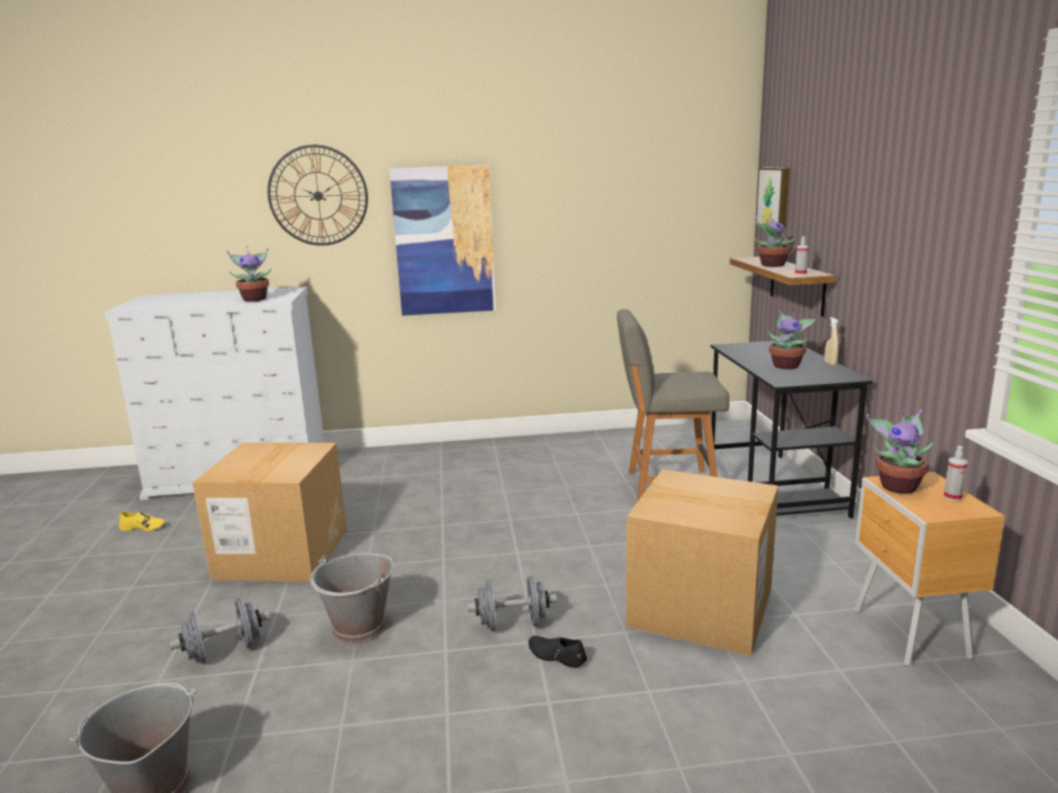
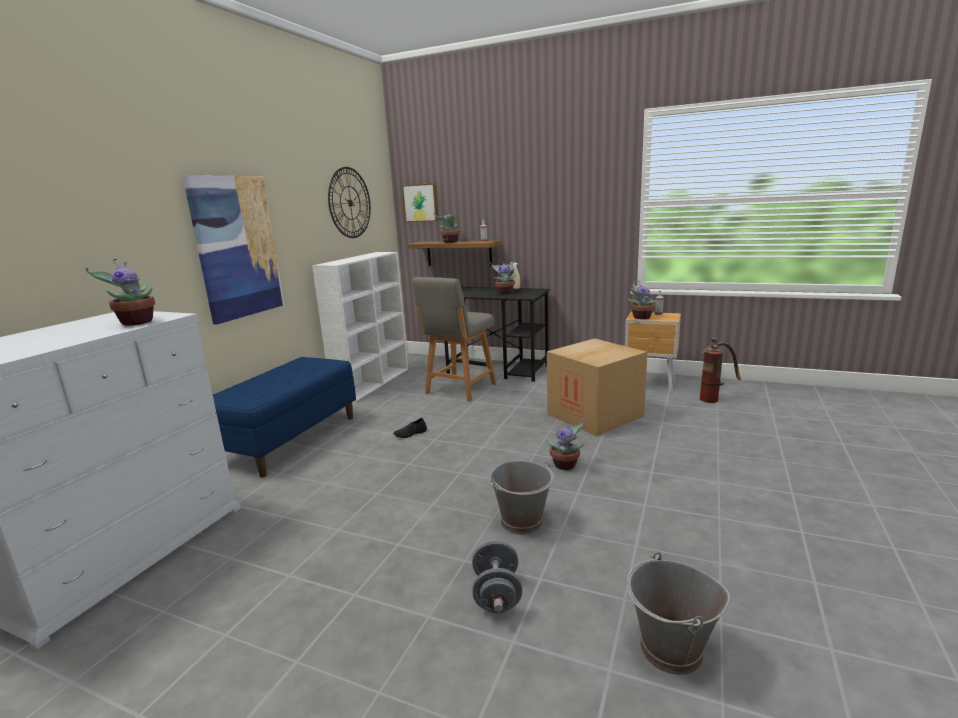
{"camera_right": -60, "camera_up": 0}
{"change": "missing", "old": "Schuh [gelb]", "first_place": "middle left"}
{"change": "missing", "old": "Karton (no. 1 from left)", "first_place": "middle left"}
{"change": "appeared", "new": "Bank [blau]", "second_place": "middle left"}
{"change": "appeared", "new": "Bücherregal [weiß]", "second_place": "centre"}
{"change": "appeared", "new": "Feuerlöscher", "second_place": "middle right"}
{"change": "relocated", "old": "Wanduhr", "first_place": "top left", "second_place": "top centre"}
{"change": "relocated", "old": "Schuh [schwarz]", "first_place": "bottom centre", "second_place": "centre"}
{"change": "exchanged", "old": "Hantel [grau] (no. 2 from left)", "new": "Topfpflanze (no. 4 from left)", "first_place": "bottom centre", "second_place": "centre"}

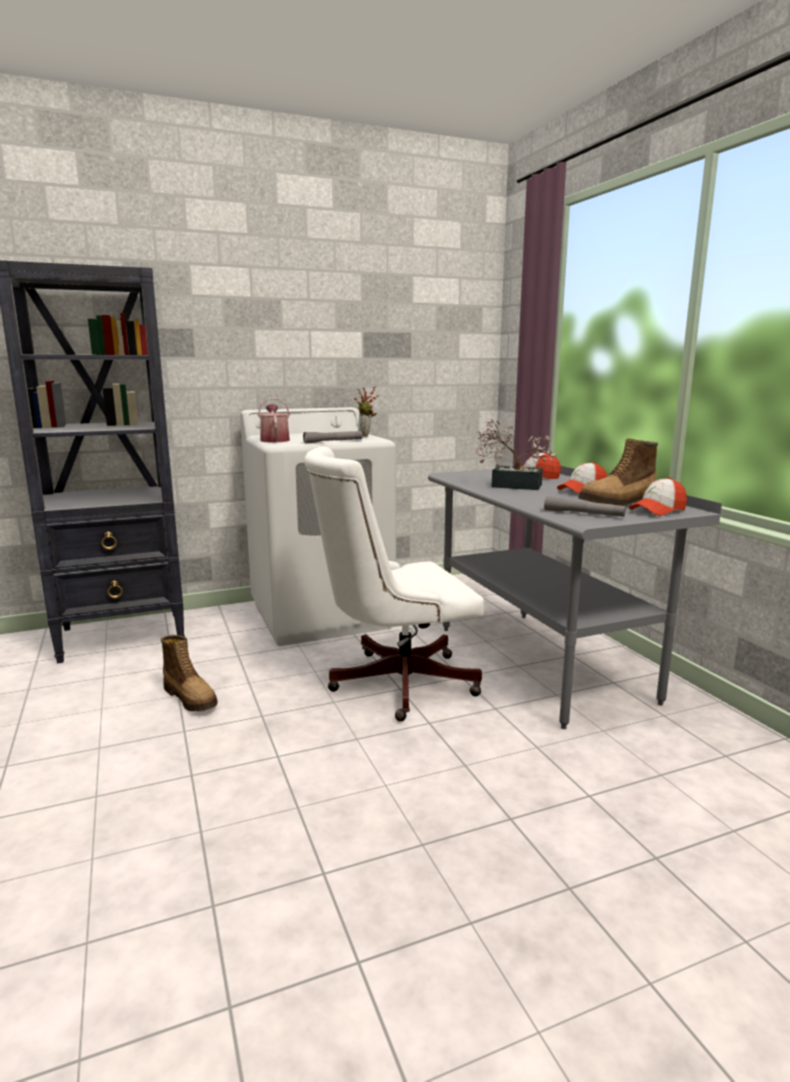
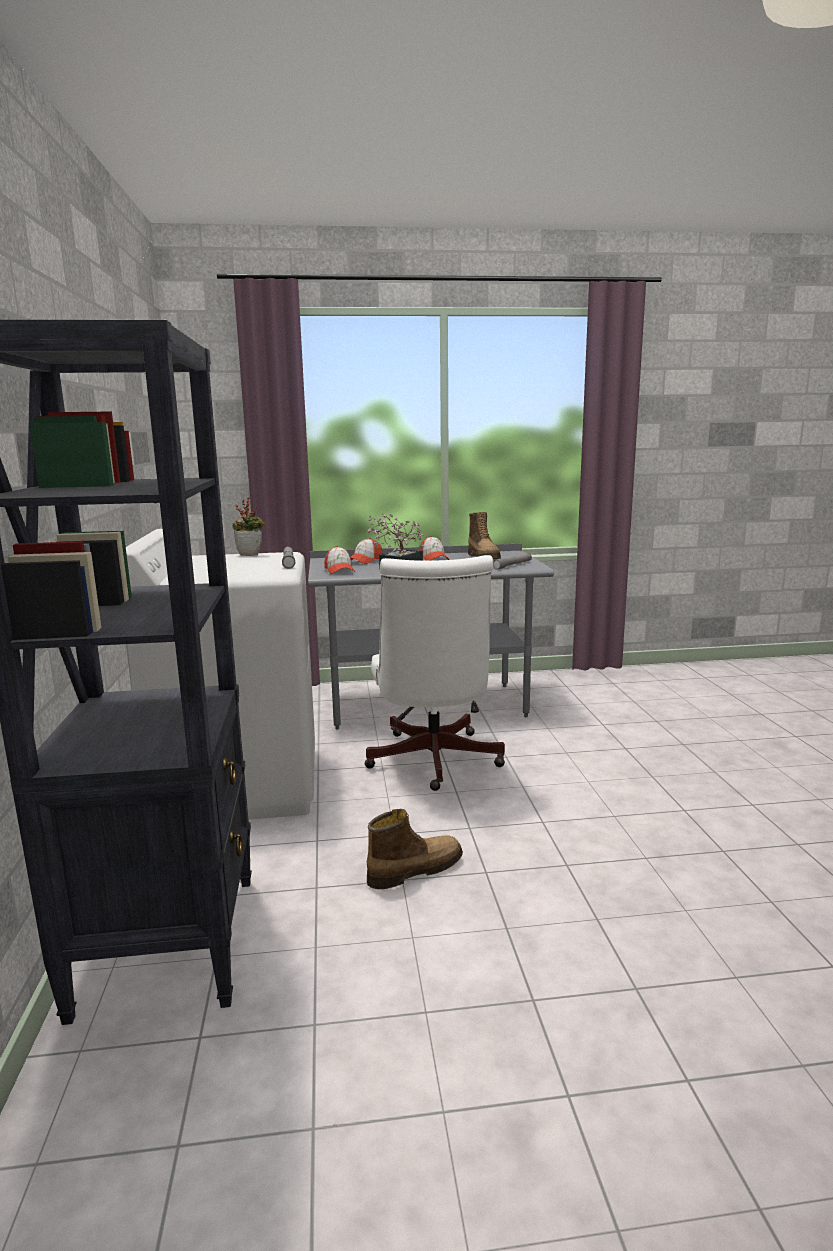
{"camera_right": -75, "camera_up": 0}
{"change": "missing", "old": "Gießkanne", "first_place": "centre"}
{"change": "relocated", "old": "Kappe (no. 3 from left in the first image)", "new": "Kappe (no. 1 from left)", "first_place": "middle right", "second_place": "centre"}

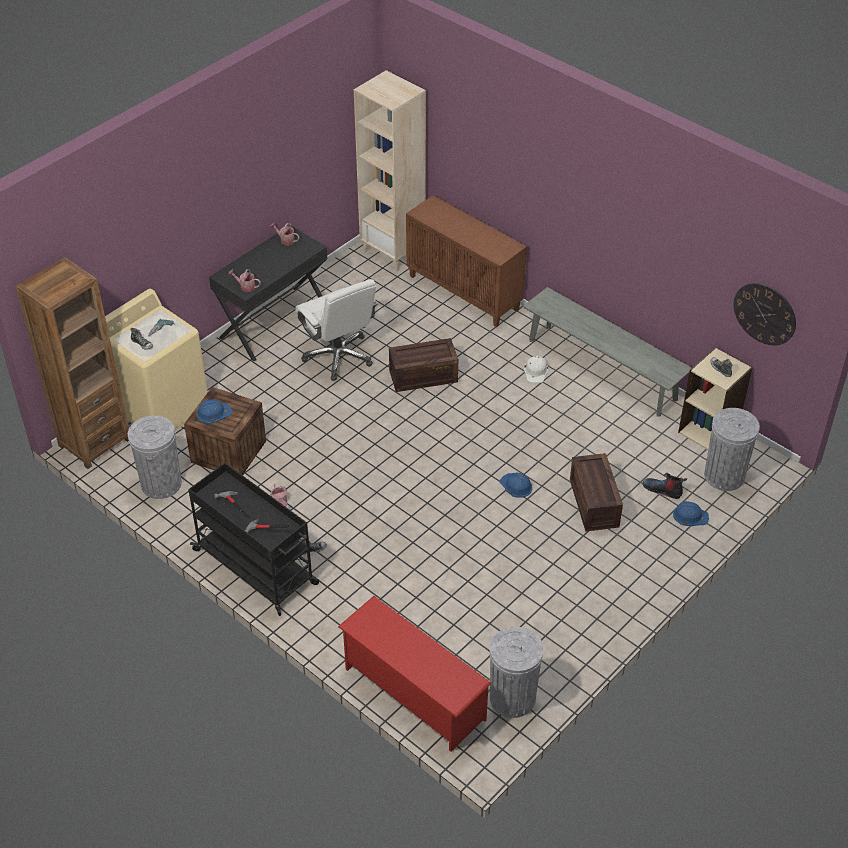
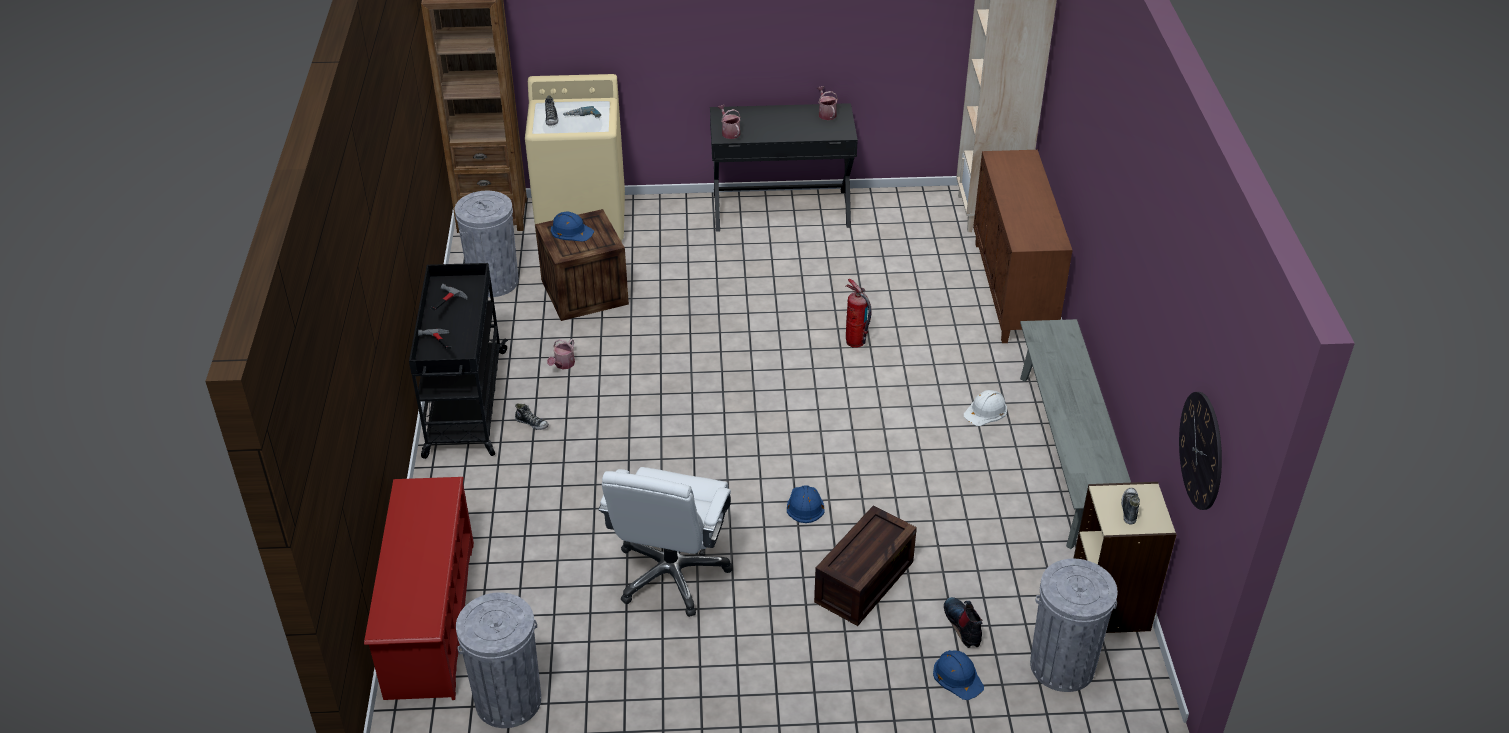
{"camera_right": 45, "camera_up": -5}
{"change": "relocated", "old": "Bürostuhl [weiß]", "first_place": "centre", "second_place": "bottom centre"}
{"change": "exchanged", "old": "Kiste (no. 2 from left)", "new": "Feuerlöscher", "first_place": "centre", "second_place": "centre"}

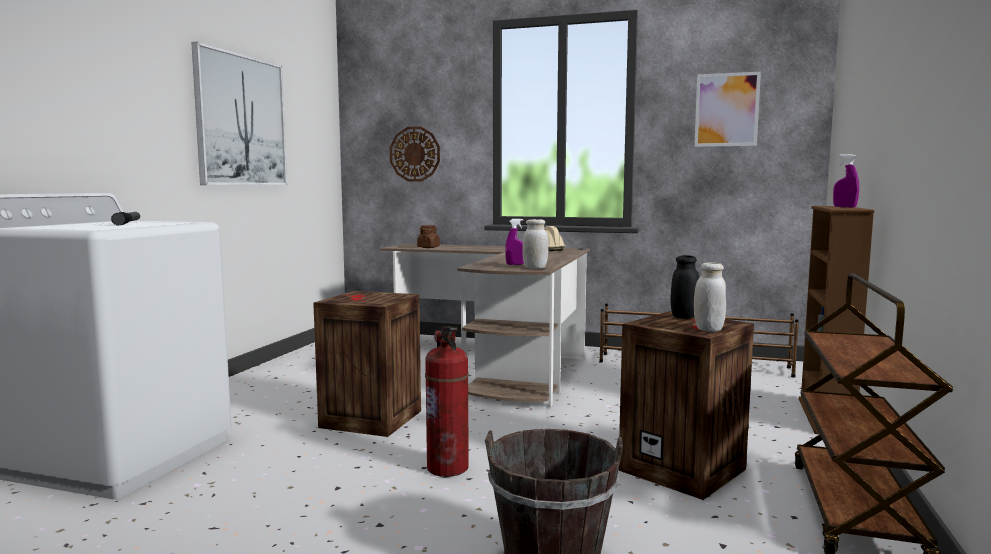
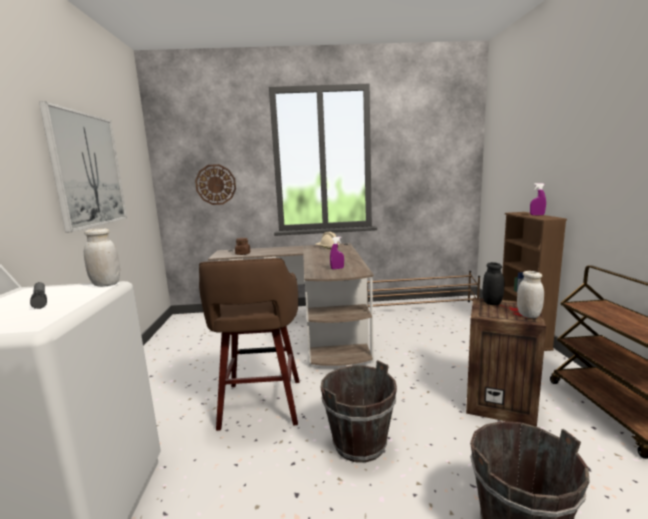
{"camera_right": -20, "camera_up": 5}
{"change": "missing", "old": "Bild (no. 2 from left)", "first_place": "top right"}
{"change": "relocated", "old": "Vorratsglas [weiß] (no. 1 from left)", "first_place": "centre", "second_place": "middle left"}
{"change": "exchanged", "old": "Kiste (no. 1 from left)", "new": "Hocker [braun]", "first_place": "centre", "second_place": "centre"}
{"change": "exchanged", "old": "Feuerlöscher", "new": "Eimer [braun] (no. 1 from left)", "first_place": "bottom centre", "second_place": "bottom centre"}

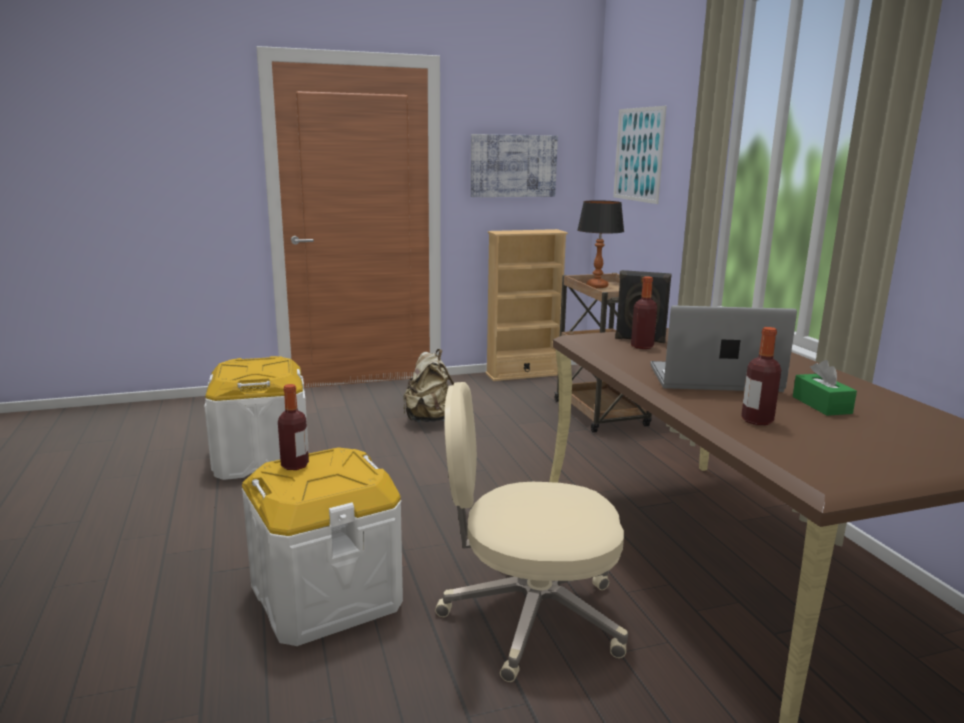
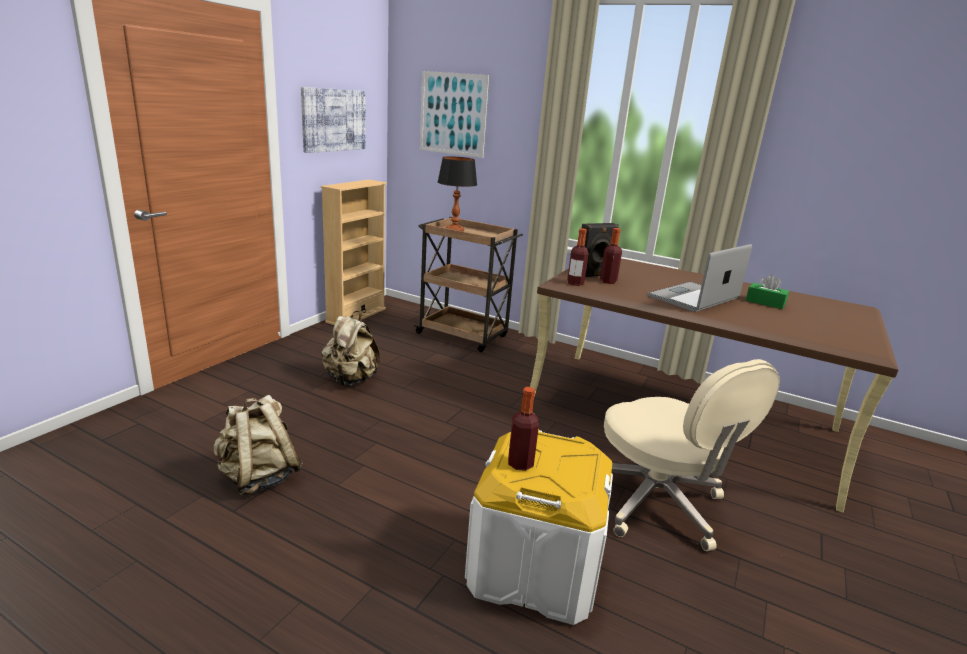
{"camera_right": -45, "camera_up": 5}
{"change": "relocated", "old": "Flasche (no. 3 from left in the first image)", "new": "Flasche (no. 2 from left)", "first_place": "middle right", "second_place": "centre"}
{"change": "exchanged", "old": "Aufbewahrungsbox [weiß] (no. 1 from left)", "new": "Rucksack [beige] (no. 1 from left)", "first_place": "middle left", "second_place": "bottom left"}
{"change": "spun", "old": "Bürostuhl [beige]", "first_place": "bottom centre", "second_place": "bottom right", "degrees": -75}

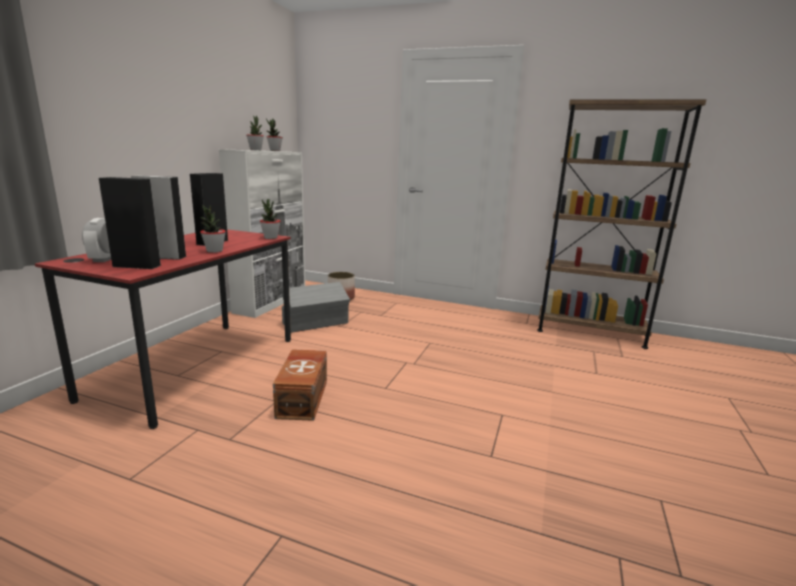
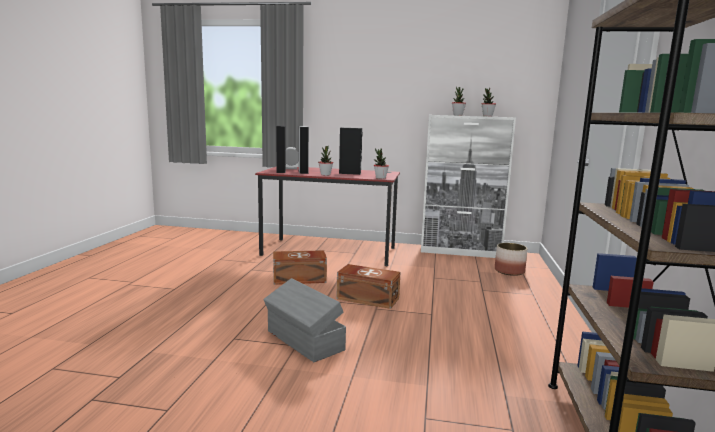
{"camera_right": 80, "camera_up": -5}
{"change": "appeared", "new": "Aufbewahrungsbox [braun] (no. 2 from left)", "second_place": "centre"}
{"change": "relocated", "old": "Aufbewahrungsbox [grau]", "first_place": "centre", "second_place": "bottom centre"}

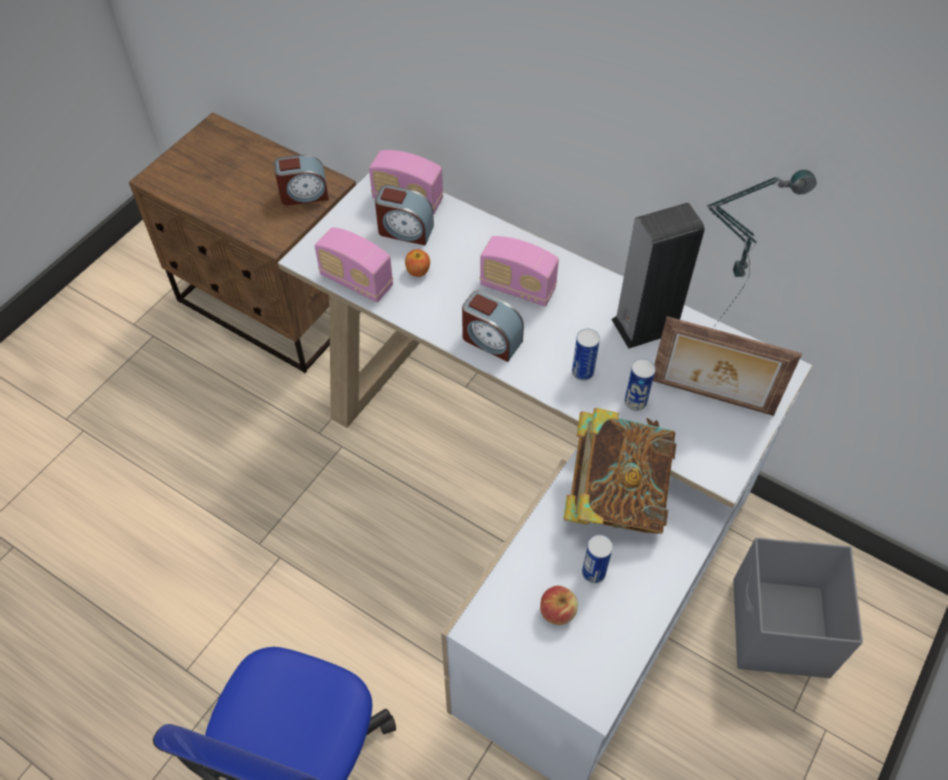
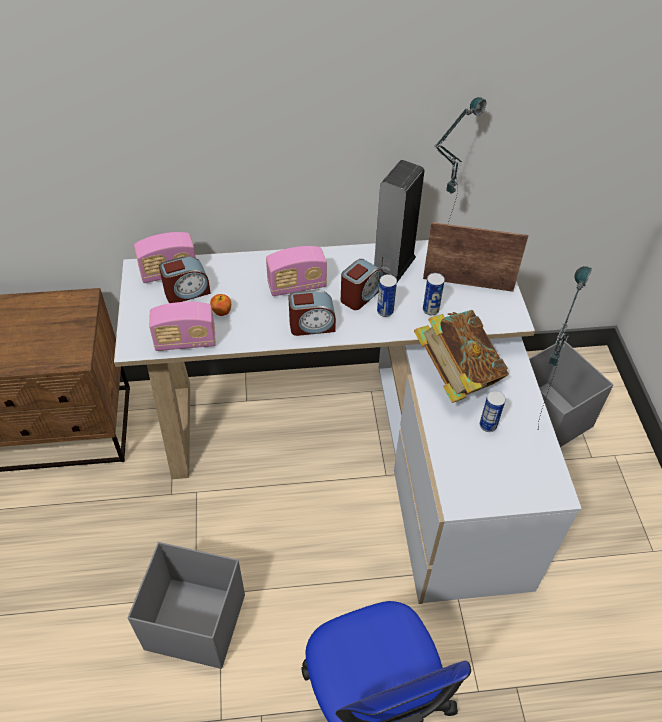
{"camera_right": -40, "camera_up": -5}
{"change": "missing", "old": "Apfel (no. 2 from left)", "first_place": "bottom centre"}
{"change": "appeared", "new": "Aufbewahrungsbox [grau] (no. 1 from left)", "second_place": "bottom left"}
{"change": "appeared", "new": "Tischlampe (no. 2 from left)", "second_place": "middle right"}
{"change": "relocated", "old": "Wecker (no. 1 from left in the first image)", "new": "Wecker (no. 3 from left)", "first_place": "top left", "second_place": "centre"}
{"change": "spun", "old": "Bilderrahmen", "first_place": "middle right", "second_place": "middle right", "degrees": -150}

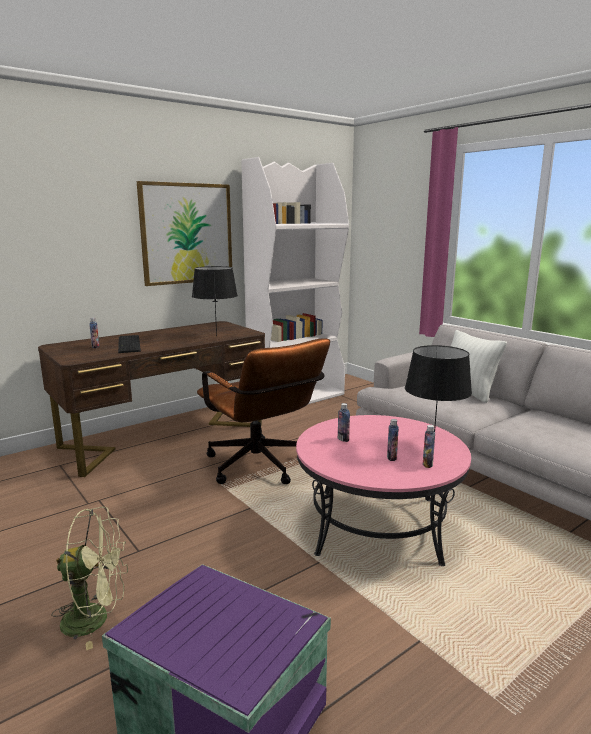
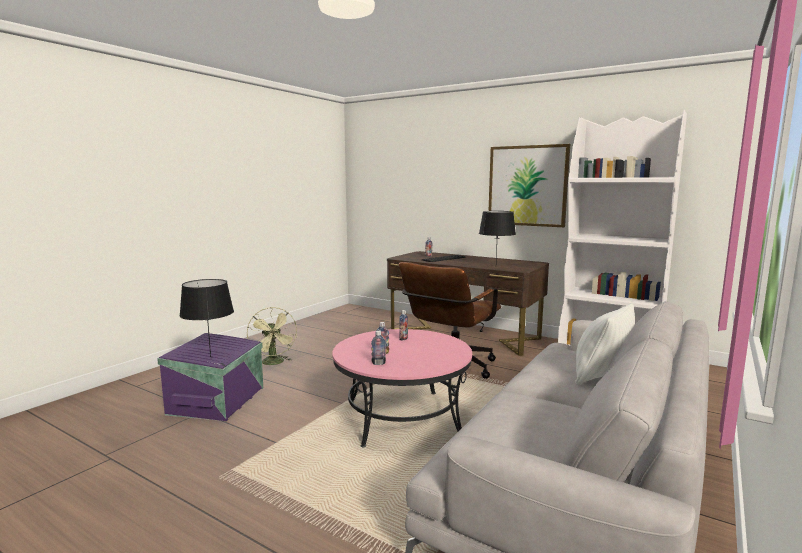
{"camera_right": 70, "camera_up": -5}
{"change": "relocated", "old": "Tischlampe [schwarz] (no. 2 from left in the first image)", "new": "Tischlampe [schwarz] (no. 1 from left)", "first_place": "middle right", "second_place": "middle left"}

